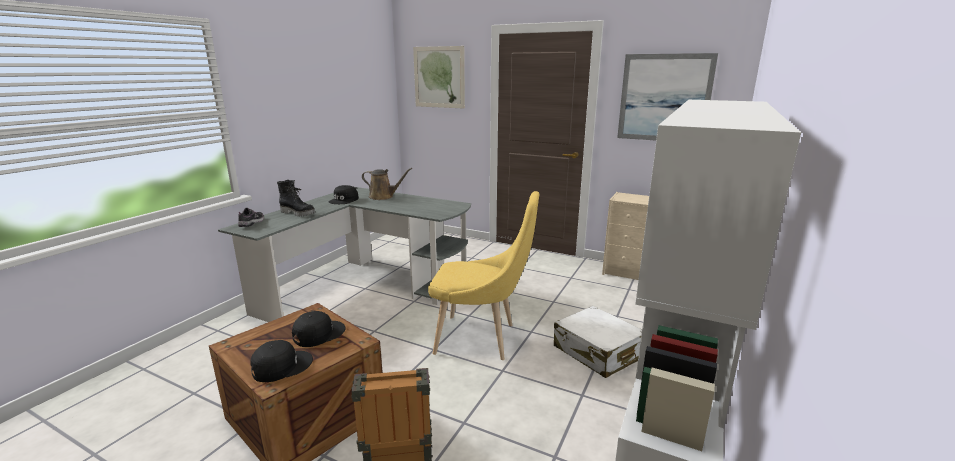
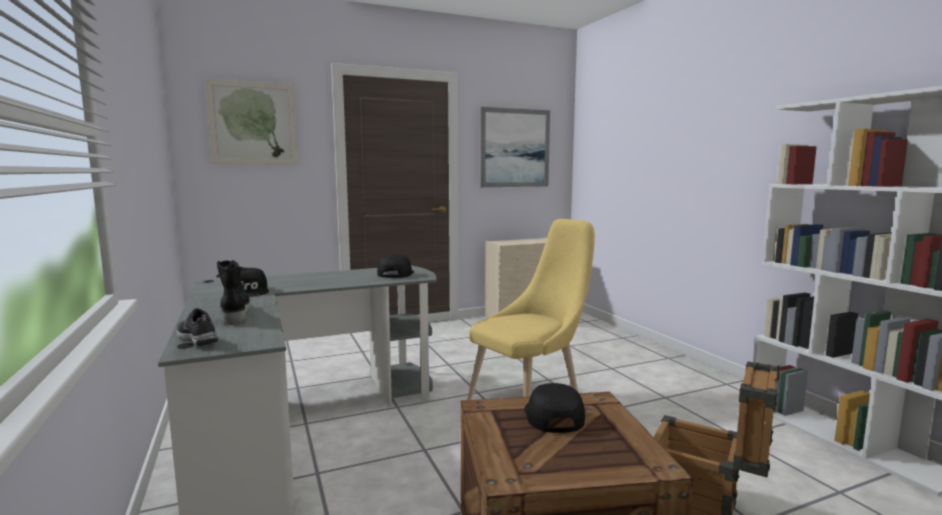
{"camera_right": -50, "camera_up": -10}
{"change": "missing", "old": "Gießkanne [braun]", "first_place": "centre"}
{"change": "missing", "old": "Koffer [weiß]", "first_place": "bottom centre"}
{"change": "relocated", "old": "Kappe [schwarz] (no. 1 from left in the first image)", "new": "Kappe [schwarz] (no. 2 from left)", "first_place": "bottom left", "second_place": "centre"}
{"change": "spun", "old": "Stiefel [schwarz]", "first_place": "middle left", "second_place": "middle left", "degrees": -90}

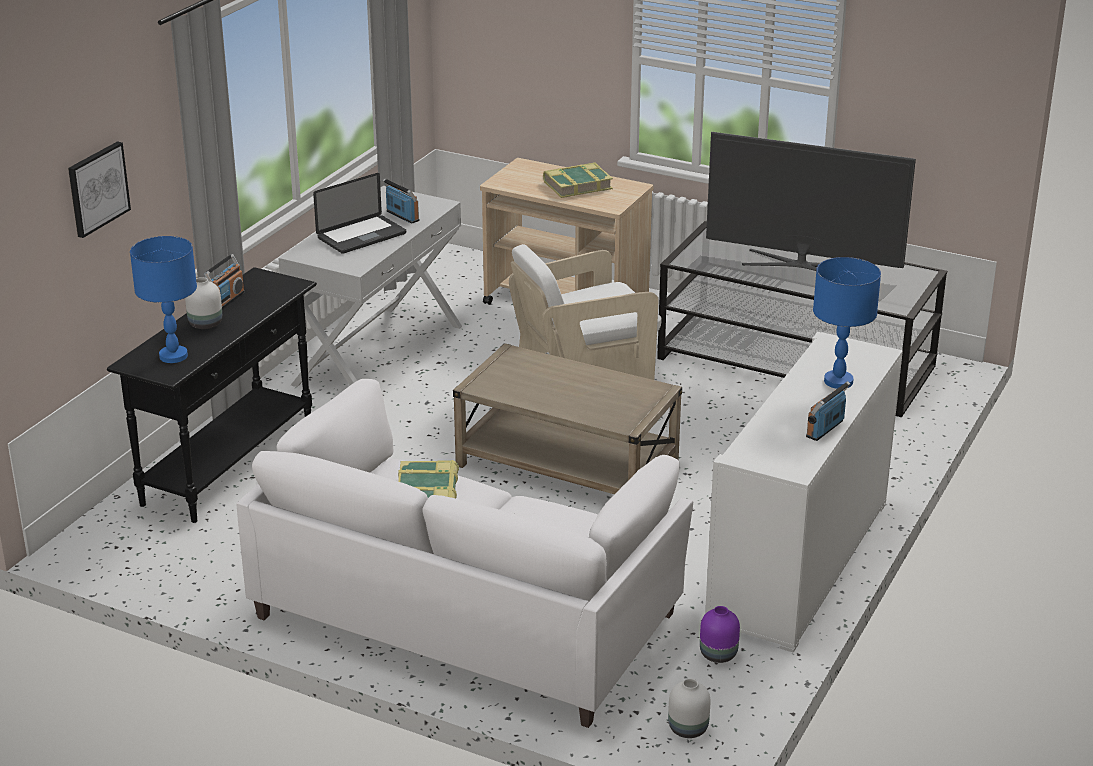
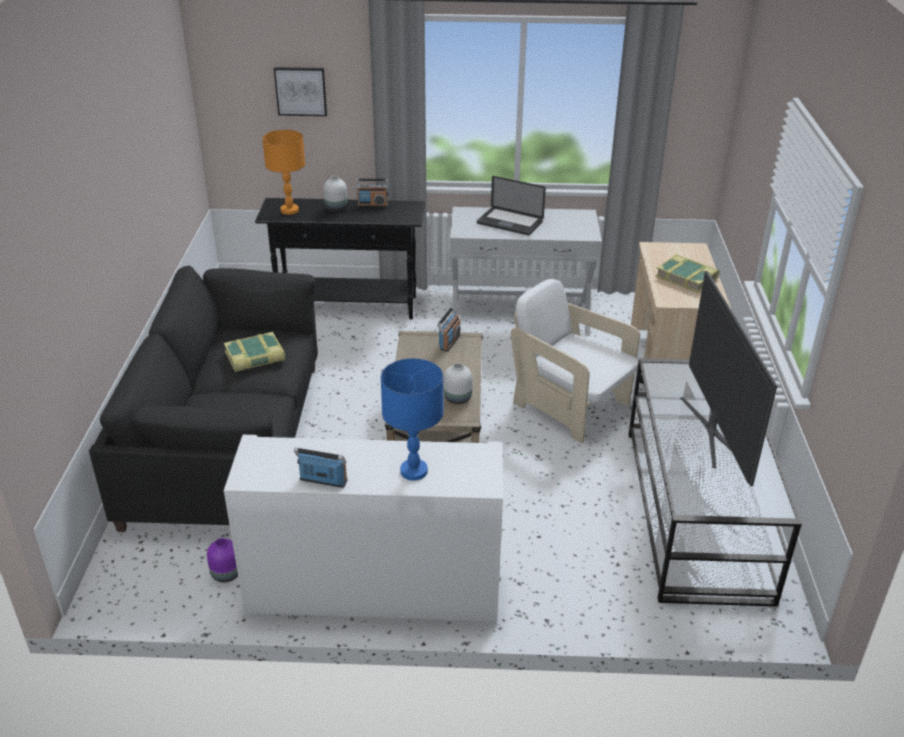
{"camera_right": 65, "camera_up": 5}
{"change": "relocated", "old": "Radio (no. 2 from left in the first image)", "new": "Radio (no. 3 from left)", "first_place": "top centre", "second_place": "centre"}
{"change": "relocated", "old": "Vase [weiß] (no. 2 from left)", "first_place": "bottom centre", "second_place": "centre"}
{"change": "colour", "old": "Tischlampe [blau] (no. 1 from left)", "new": "Tischlampe [orange]", "first_place": "middle left", "second_place": "top left"}
{"change": "colour", "old": "Sofa [weiß]", "new": "Sofa [schwarz]", "first_place": "bottom centre", "second_place": "middle left"}

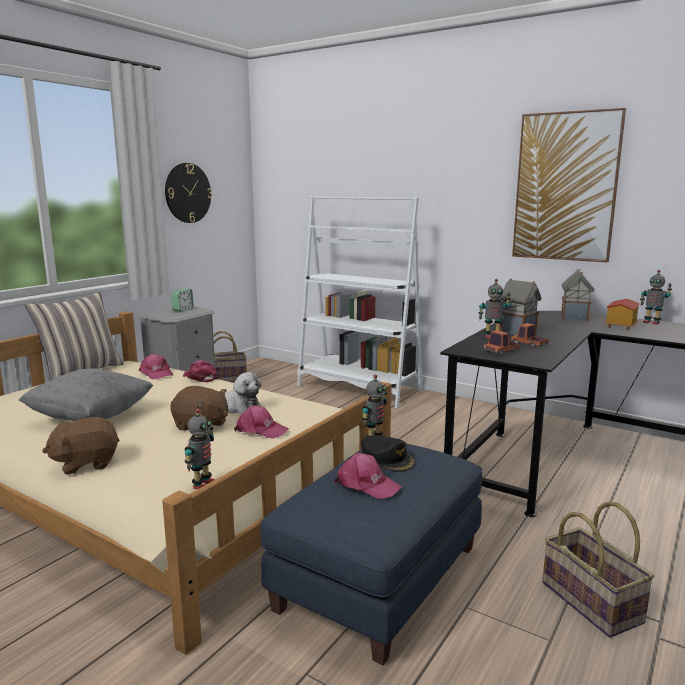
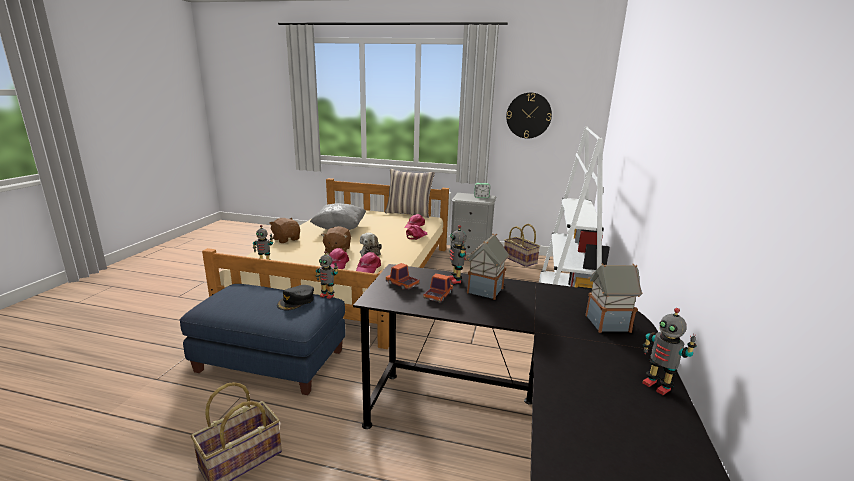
{"camera_right": 70, "camera_up": 5}
{"change": "missing", "old": "Bild", "first_place": "top right"}
{"change": "missing", "old": "Spielzeughaus (no. 3 from left)", "first_place": "middle right"}
{"change": "relocated", "old": "Kappe [rosa] (no. 4 from left in the first image)", "new": "Kappe [rosa] (no. 2 from left)", "first_place": "bottom centre", "second_place": "centre"}
{"change": "spun", "old": "Spielzeugroboter (no. 4 from left)", "first_place": "middle right", "second_place": "bottom right", "degrees": -60}

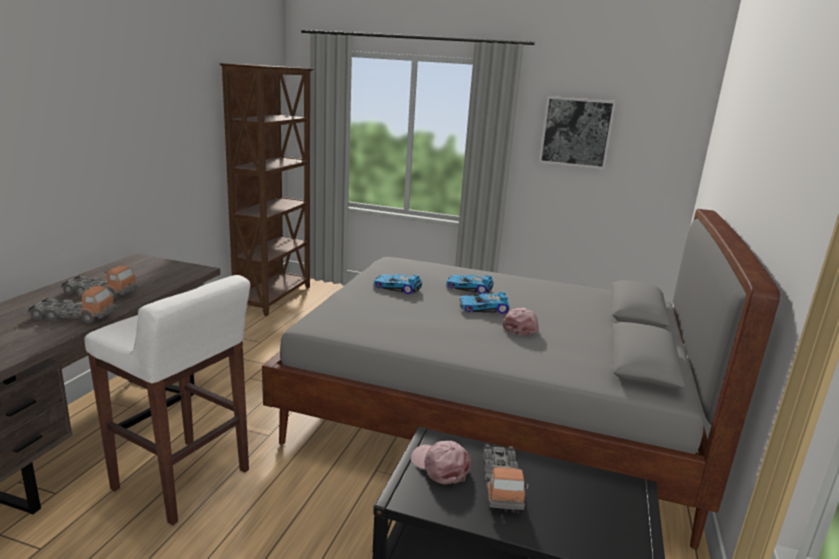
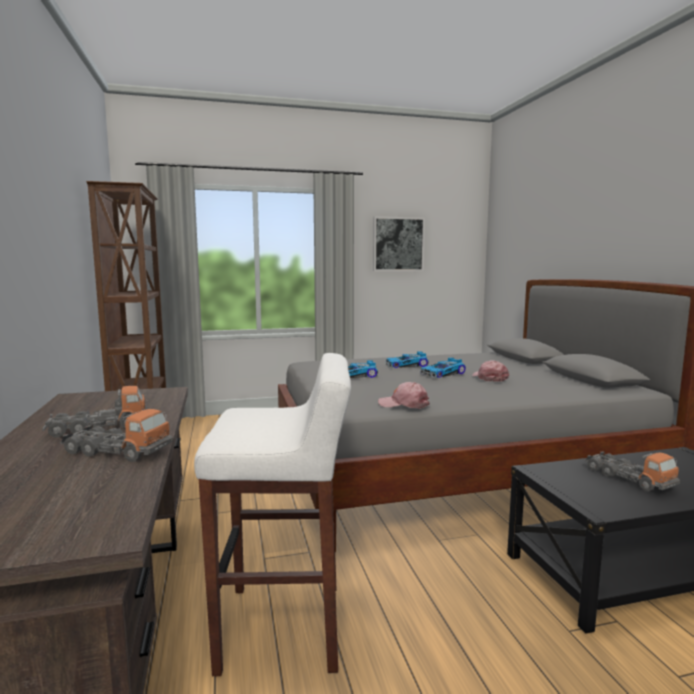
{"camera_right": -30, "camera_up": -10}
{"change": "relocated", "old": "Kappe [rosa] (no. 1 from left)", "first_place": "bottom centre", "second_place": "centre"}
{"change": "spun", "old": "Spielzeuglaster (no. 1 from left in the first image)", "first_place": "middle left", "second_place": "middle left", "degrees": 45}

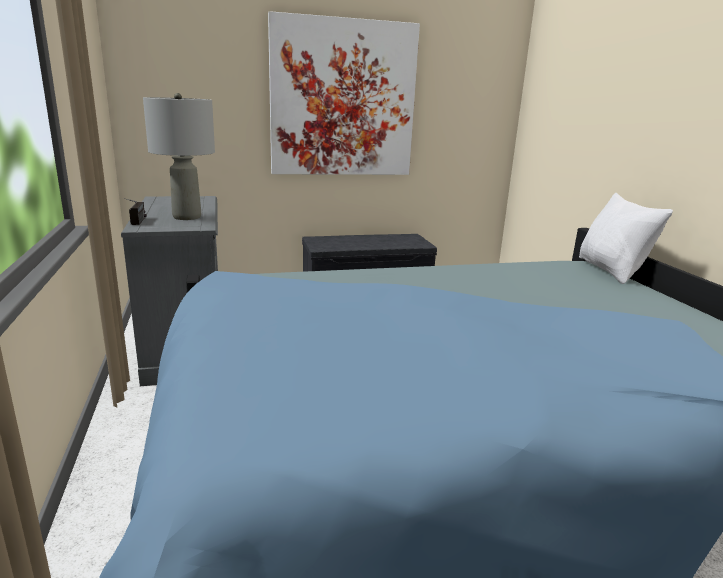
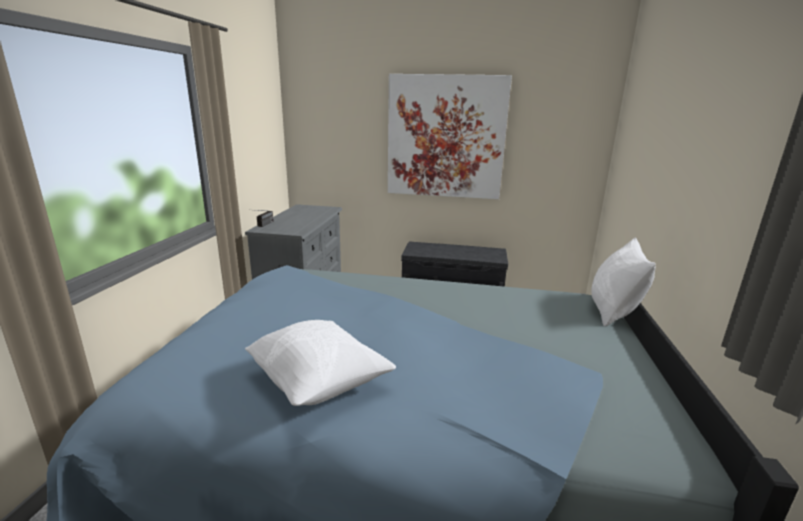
{"camera_right": 25, "camera_up": 0}
{"change": "missing", "old": "Tischlampe [grau]", "first_place": "top left"}
{"change": "appeared", "new": "Kissen [weiß] (no. 1 from left)", "second_place": "bottom centre"}

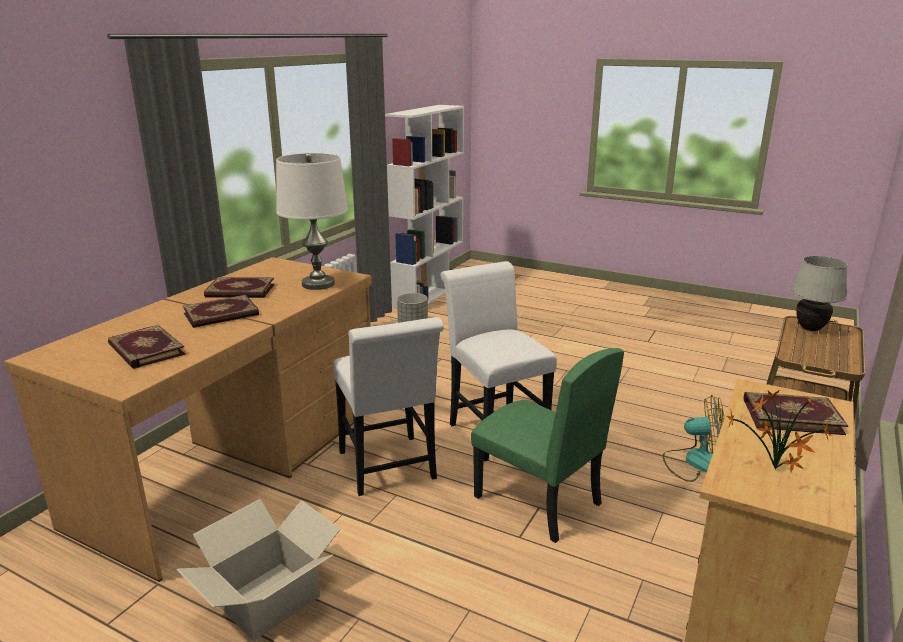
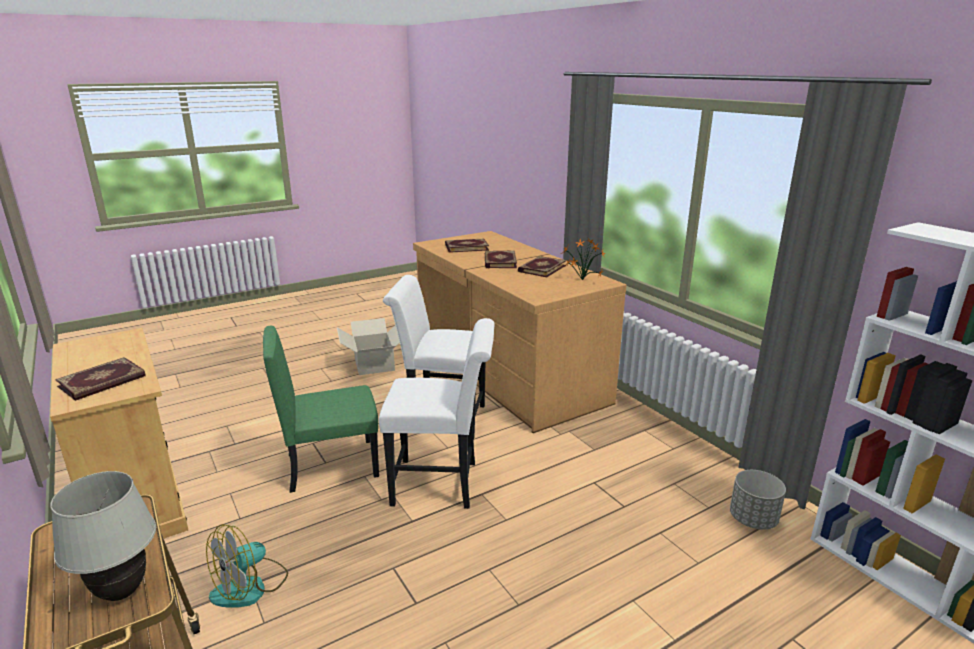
{"camera_right": 120, "camera_up": 0}
{"change": "missing", "old": "Tischlampe [weiß] (no. 1 from left)", "first_place": "centre"}
{"change": "relocated", "old": "Topfpflanze", "first_place": "bottom right", "second_place": "centre"}

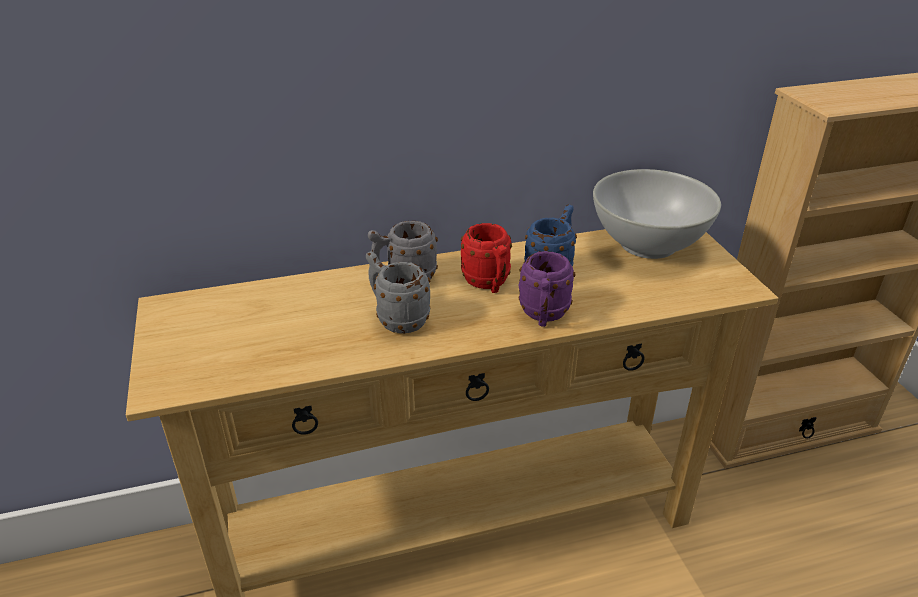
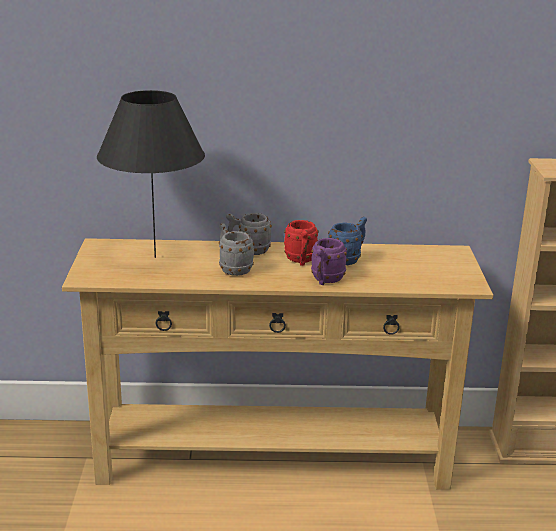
{"camera_right": 15, "camera_up": -10}
{"change": "missing", "old": "Schüssel [weiß]", "first_place": "middle right"}
{"change": "appeared", "new": "Tischlampe [schwarz]", "second_place": "top left"}

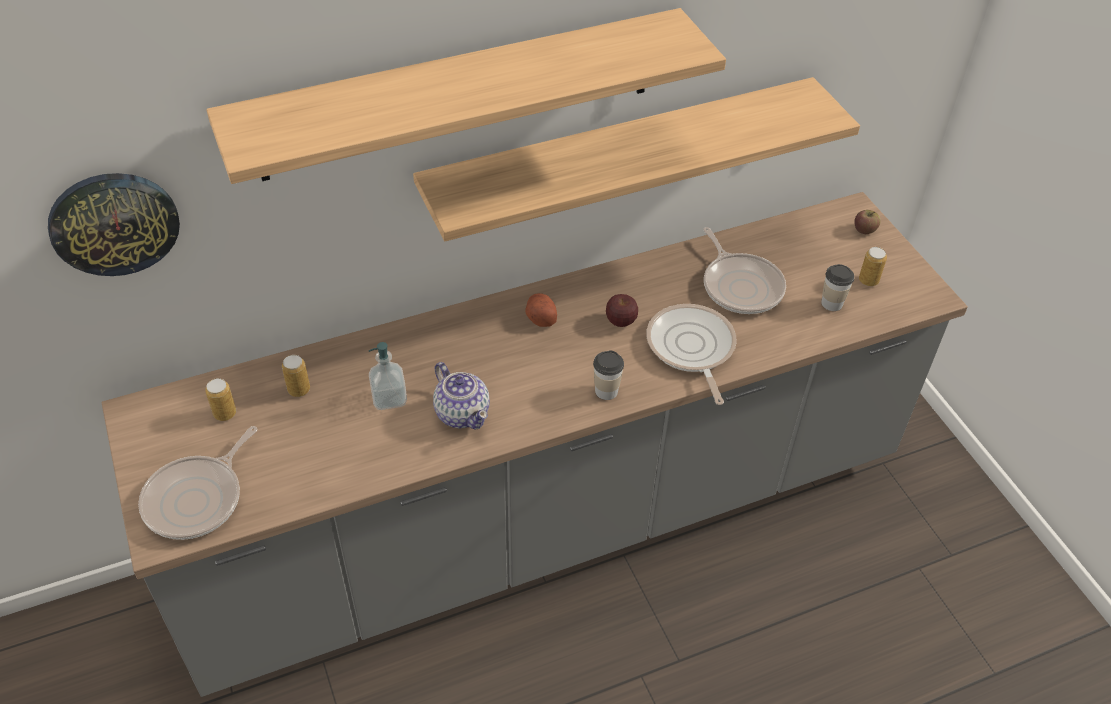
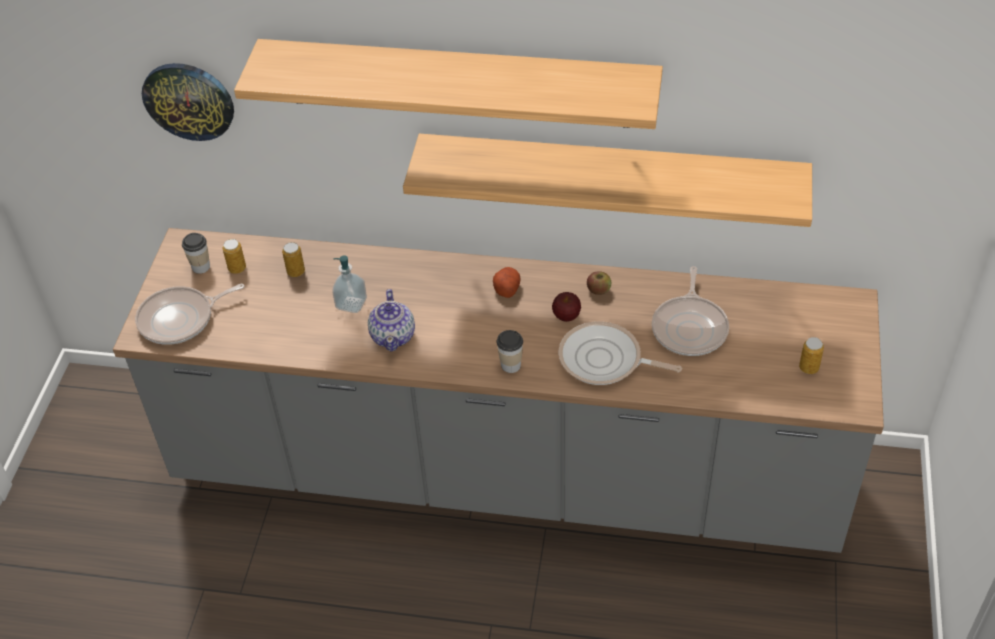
{"camera_right": 35, "camera_up": 0}
{"change": "relocated", "old": "Tasse (no. 2 from left in the first image)", "new": "Tasse (no. 1 from left)", "first_place": "middle right", "second_place": "middle left"}
{"change": "relocated", "old": "Apfel (no. 2 from left)", "first_place": "top right", "second_place": "centre"}
{"change": "spun", "old": "Pfanne (no. 2 from left)", "first_place": "centre", "second_place": "centre", "degrees": -90}

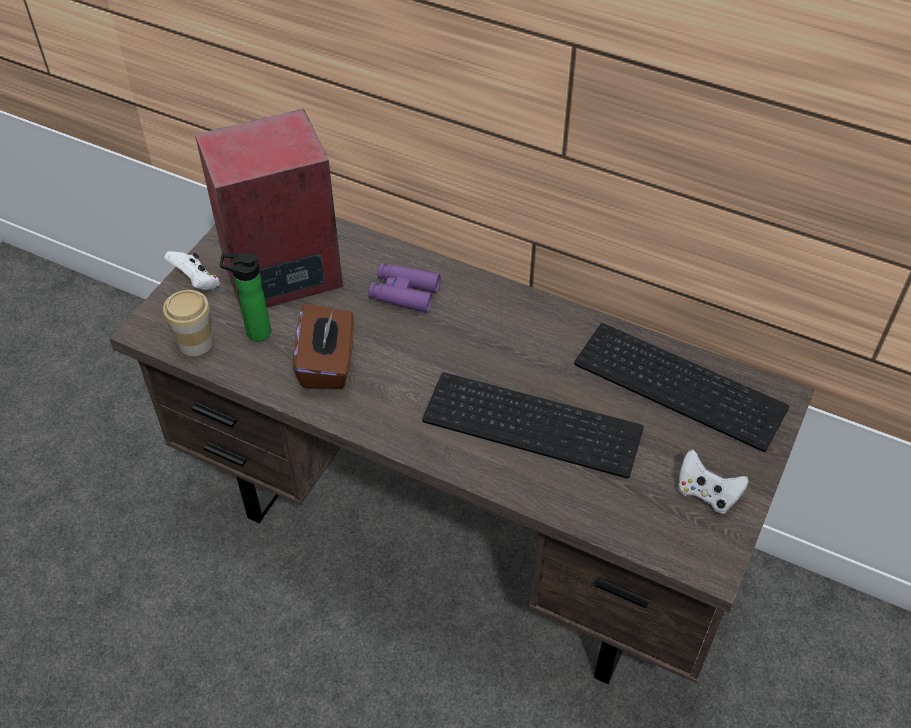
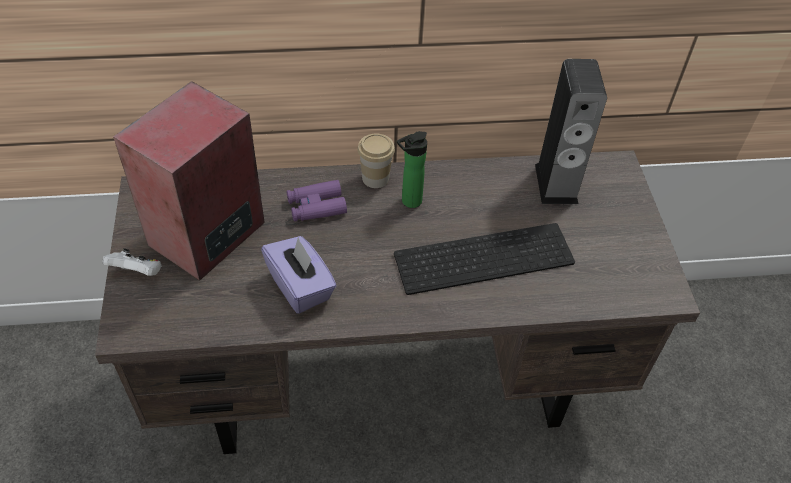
{"camera_right": -35, "camera_up": 0}
{"change": "missing", "old": "Gamepad [weiß] (no. 2 from left)", "first_place": "middle right"}
{"change": "relocated", "old": "Tasse", "first_place": "middle left", "second_place": "top centre"}
{"change": "relocated", "old": "Flasche", "first_place": "middle left", "second_place": "centre"}
{"change": "exchanged", "old": "Tastatur (no. 2 from left)", "new": "Lautsprecher (no. 2 from left)", "first_place": "middle right", "second_place": "top right"}
{"change": "colour", "old": "Taschentuchbox [braun]", "new": "Taschentuchbox [lila]", "first_place": "centre", "second_place": "centre"}

